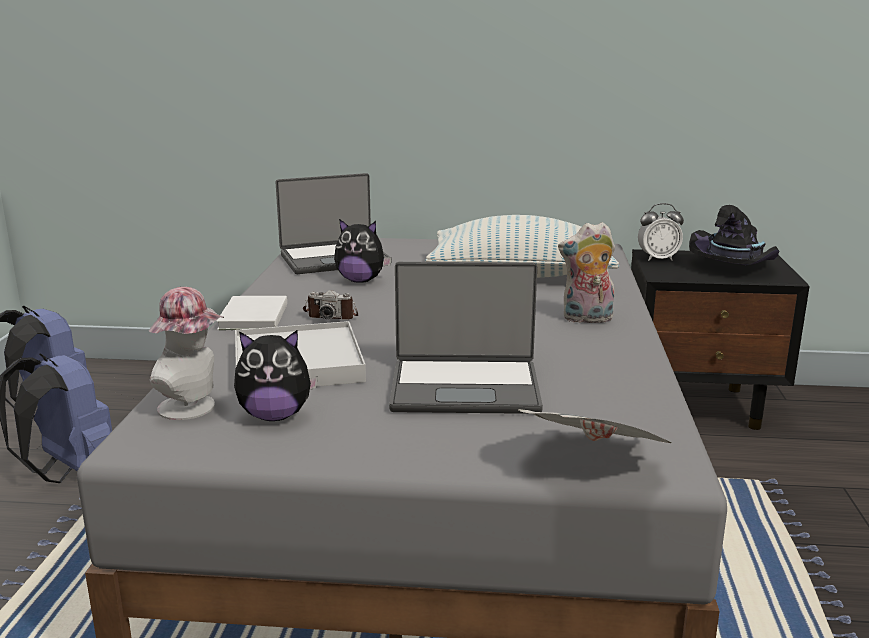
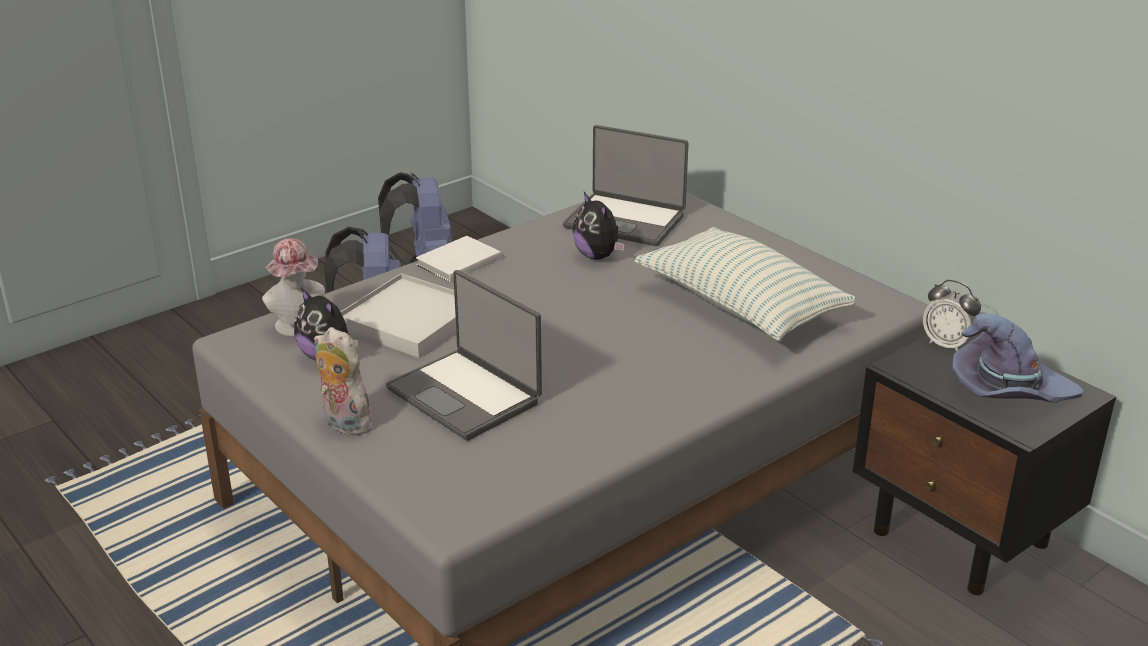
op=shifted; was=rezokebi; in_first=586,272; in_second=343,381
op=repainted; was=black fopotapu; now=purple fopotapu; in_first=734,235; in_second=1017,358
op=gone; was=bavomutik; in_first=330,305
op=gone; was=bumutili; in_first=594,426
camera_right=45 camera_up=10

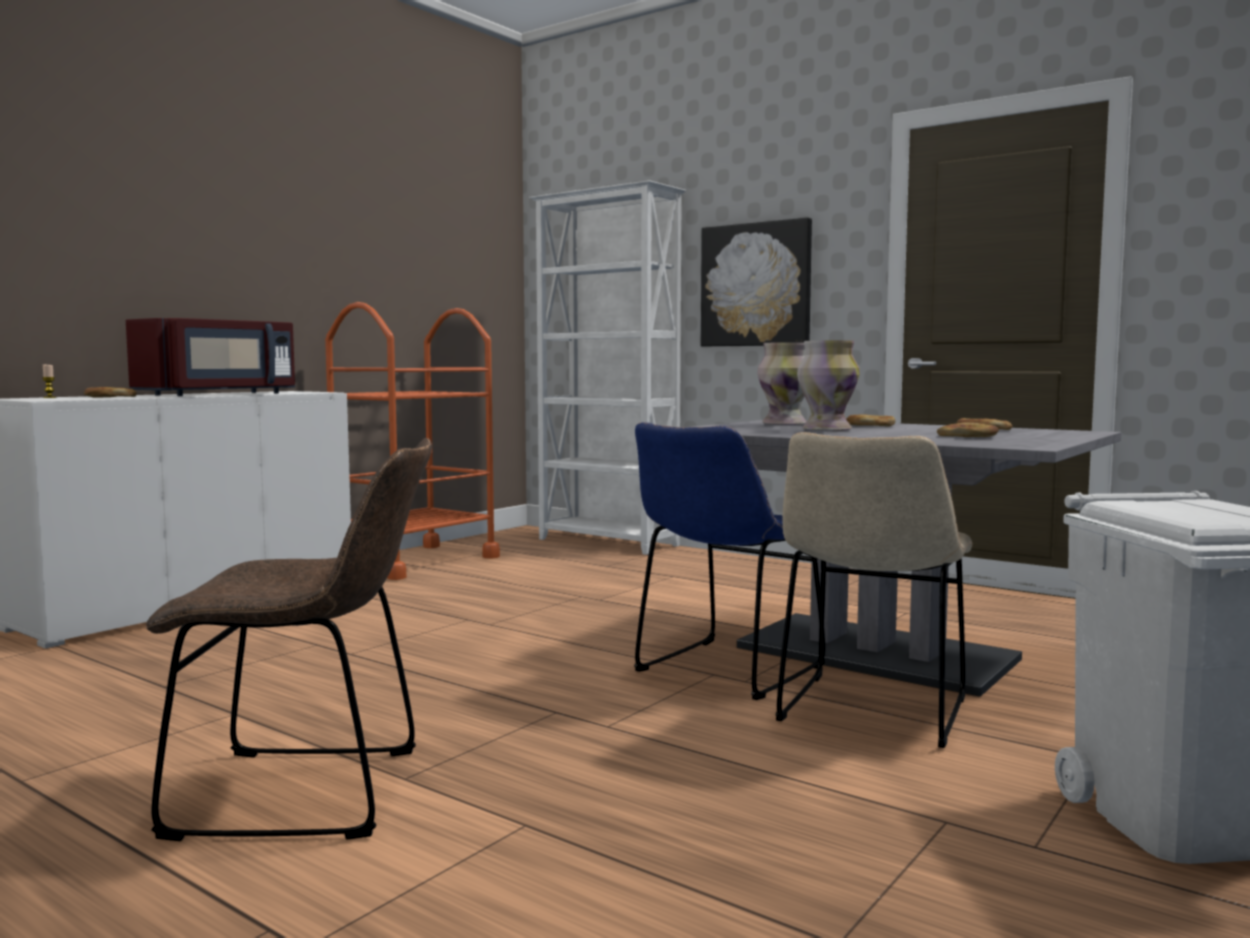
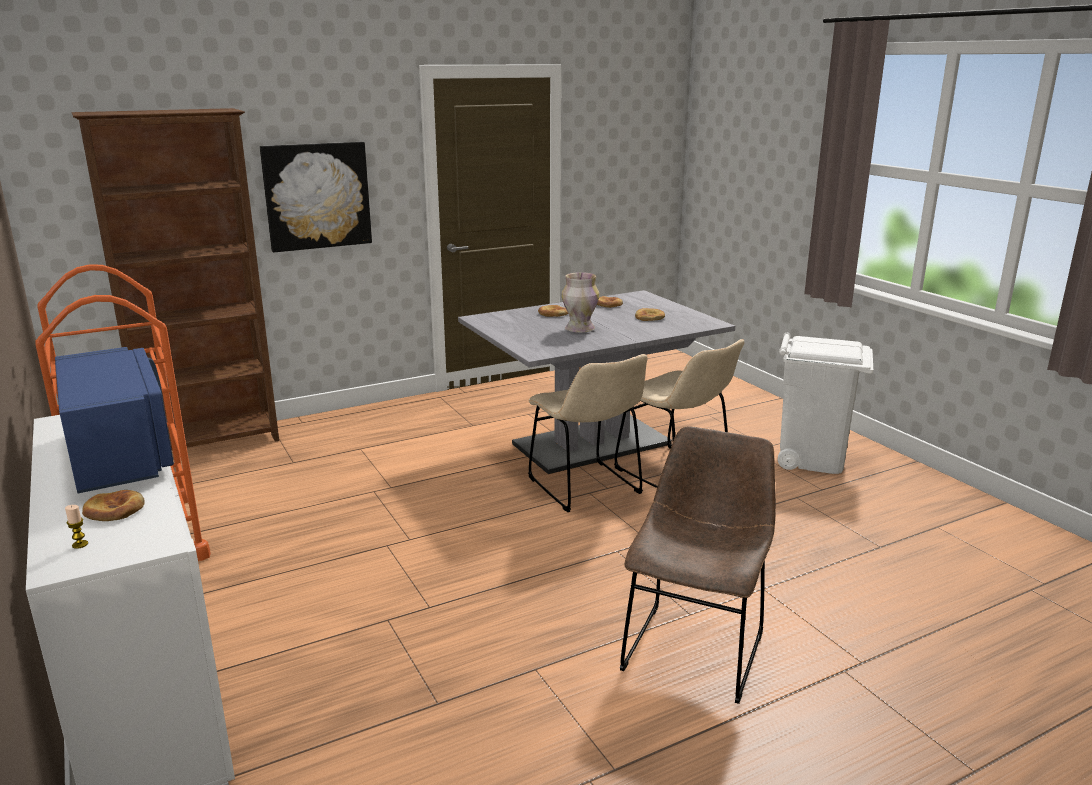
op=repainted; was=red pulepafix; now=blue pulepafix; in_first=210,357; in_second=114,420
op=repainted; was=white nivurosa; now=brown nivurosa; in_first=607,367; in_second=175,279
op=repainted; was=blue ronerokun; now=beige ronerokun; in_first=729,561; in_second=588,433
op=gone; was=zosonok; in_first=782,383
camera_right=-65 camera_up=15

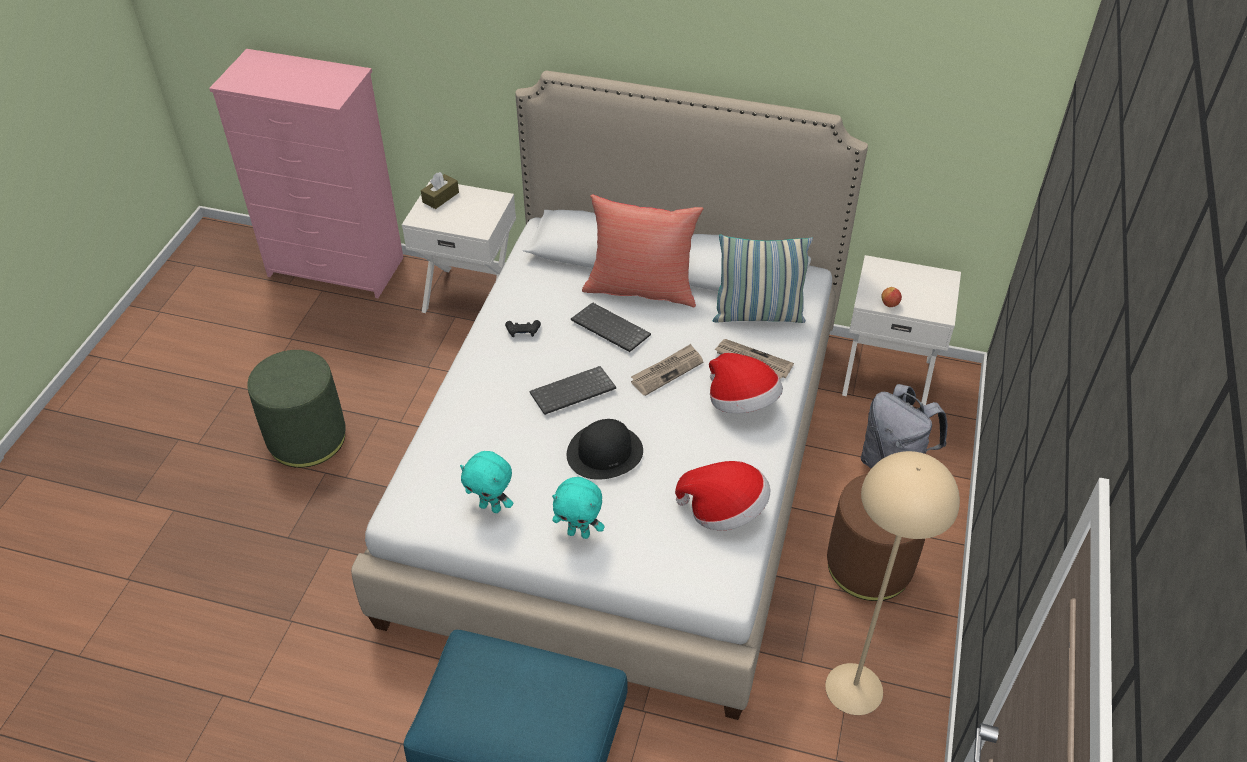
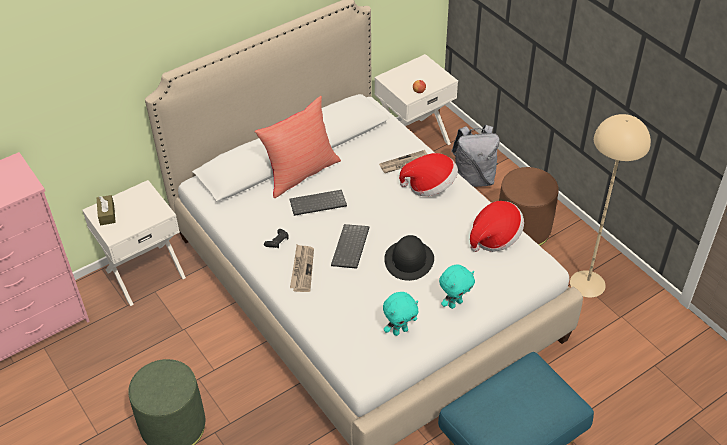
op=shifted; was=bumutili; in_first=667,370; in_second=302,268
op=gone; was=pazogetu; in_first=763,278
camera_right=-50 camera_up=0

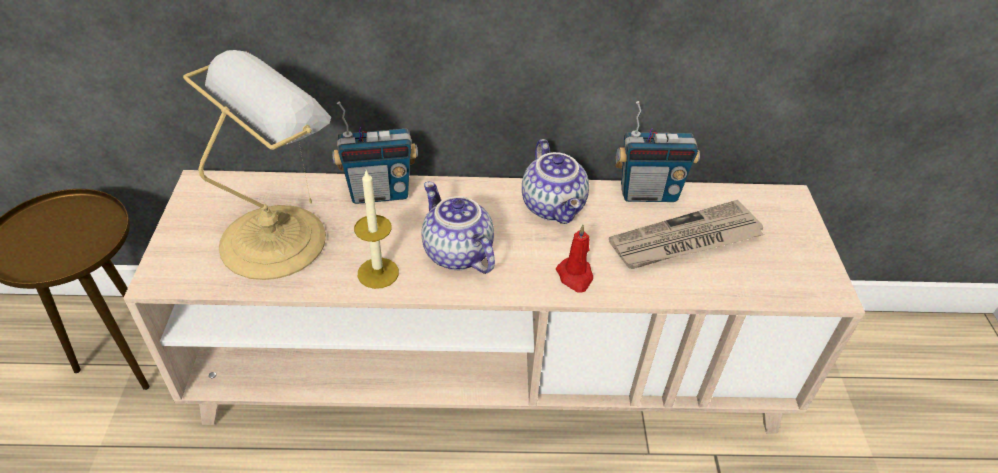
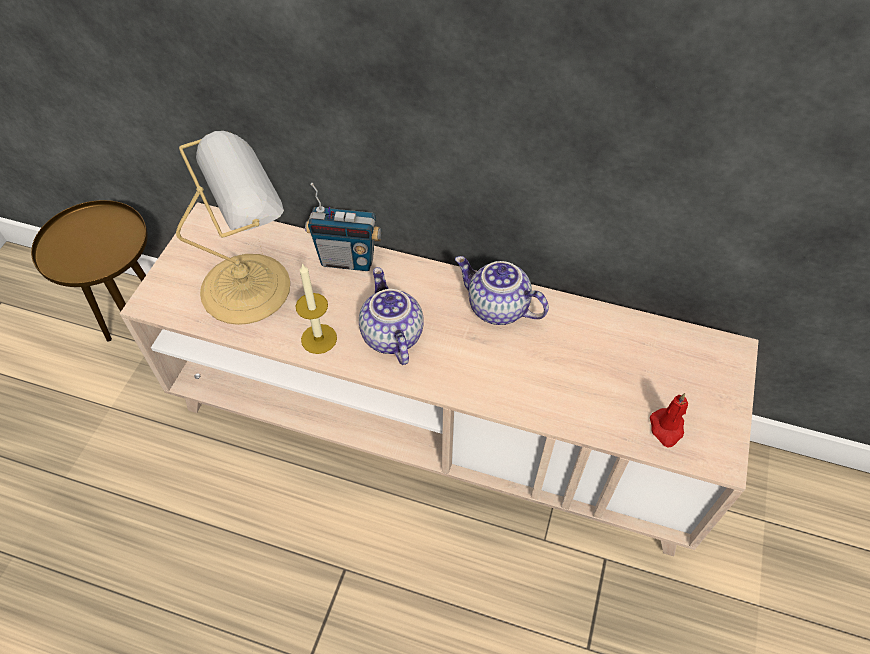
op=rotated; was=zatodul; in_first=555,181; in_second=502,290; clockwise=120
op=shifted; was=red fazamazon; in_first=574,258; in_second=669,420
op=gone; was=bumutili; in_first=686,234
op=gone; was=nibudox; in_first=657,151
camera_right=20 camera_up=10

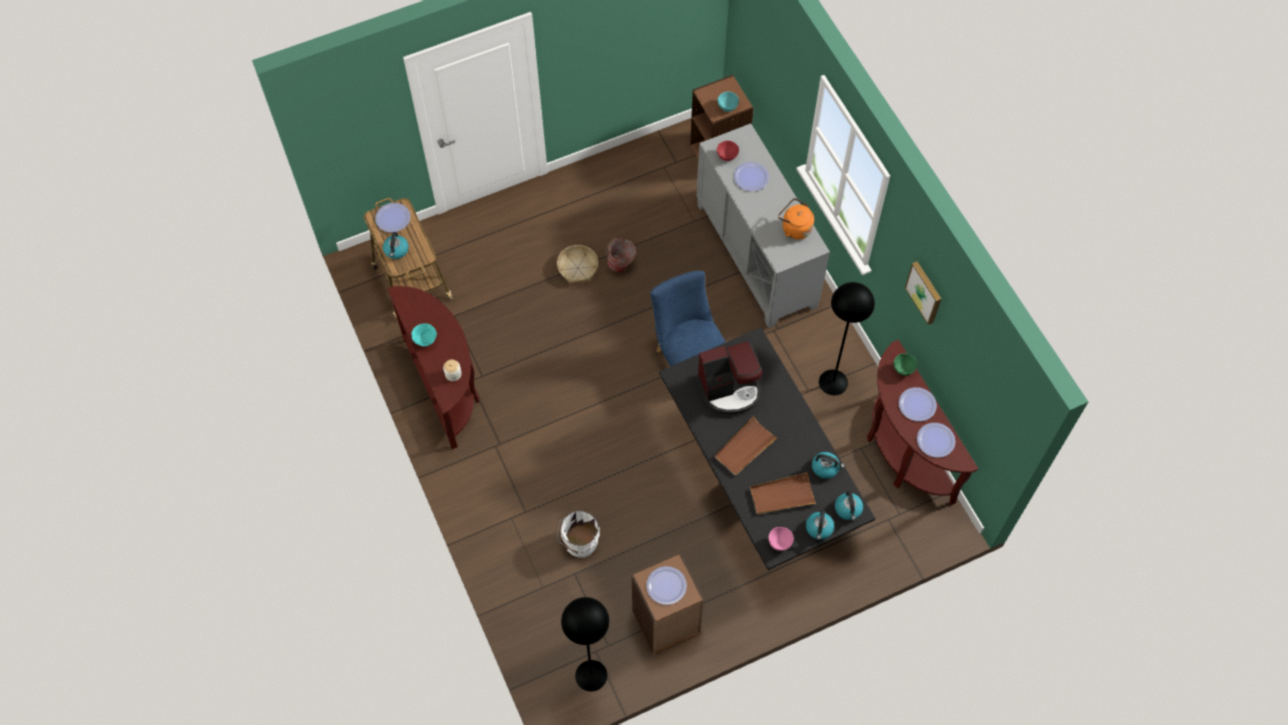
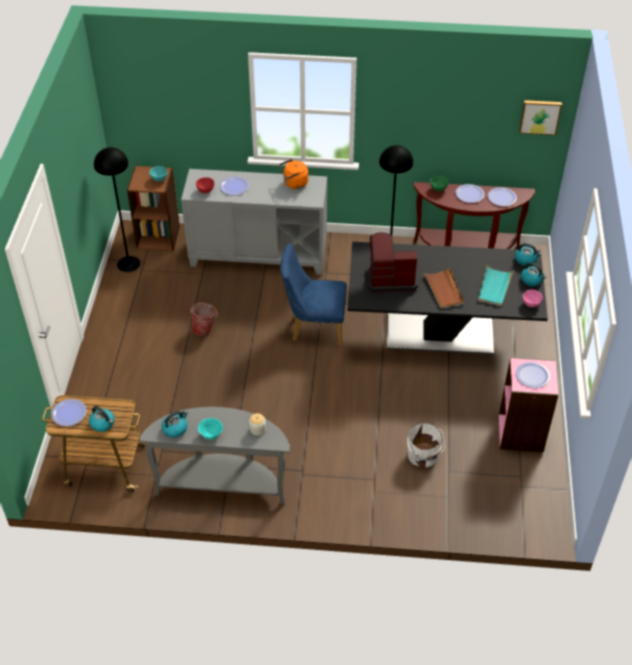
op=shifted; was=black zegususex; in_first=585,644; in_second=117,209
op=repainted; was=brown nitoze; now=grey nitoze; in_first=433,367; in_second=214,456
op=shifted; was=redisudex; in_first=828,465; in_second=175,424
op=rotated; was=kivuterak; in_first=728,377; in_second=392,262; clockwise=-105
op=repainted; was=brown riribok; now=turquoise riribok; in_first=783,493; in_second=495,286
op=repainted; was=brown nivurosa; now=pink nivurosa; in_first=668,604; in_second=529,404
op=shifted; was=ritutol; in_first=923,293; in_second=540,117
op=gone; was=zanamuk; in_first=577,264
camera_right=-60 camera_up=-15

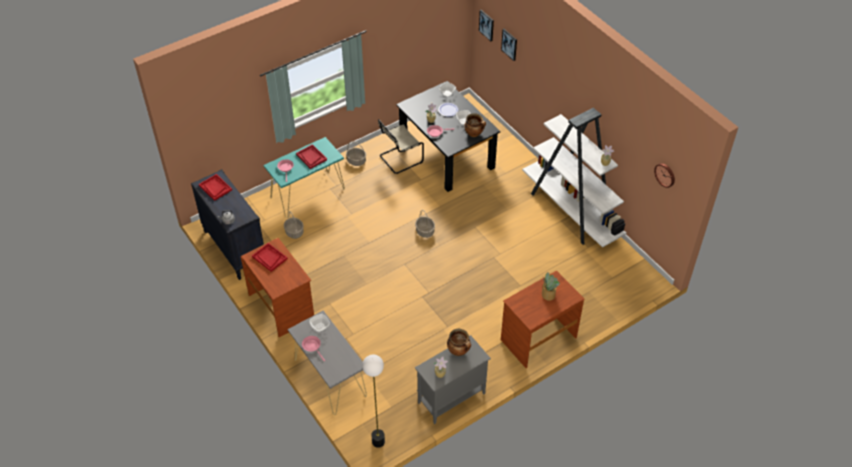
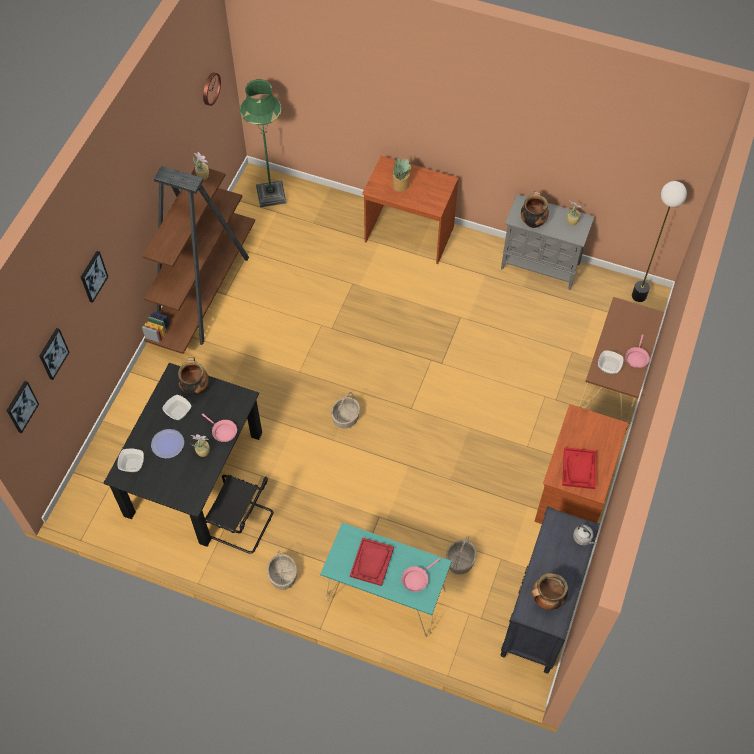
op=new; now=ritutol; in_second=94,277
op=repainted; was=white nivurosa; now=brown nivurosa; in_first=574,178; in_second=198,260
op=repainted; was=beige ronerokun; now=black ronerokun; in_first=401,146; in_second=239,514
op=new; now=green zegususex; in_second=263,143
op=swapped; was=red riribok; now=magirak; in_first=215,187; in_second=549,591
op=repainted; was=grey nitoze; now=brown nitoze; in_first=327,363; in_second=621,359
camera_right=-125 camera_up=10

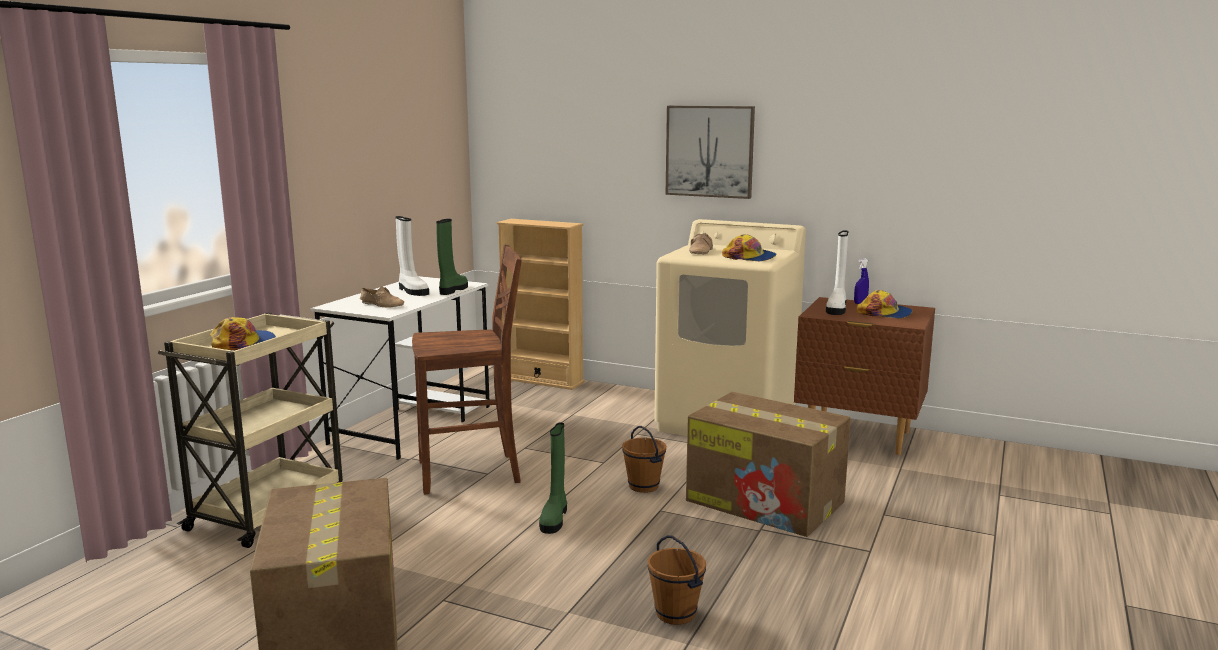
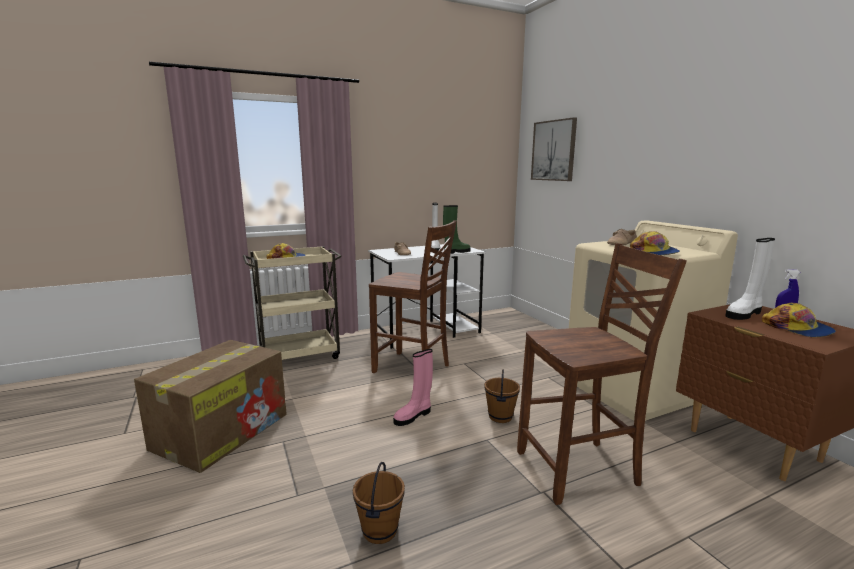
op=repainted; was=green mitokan; now=pink mitokan; in_first=553,478; in_second=413,387
op=swapped; was=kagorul; now=brown ronerokun; in_first=768,464; in_second=602,374
op=shifted; was=ritutol; in_first=710,152; in_second=554,149
op=gone; was=beige nivurosa; in_first=540,304
camera_right=40 camera_up=0

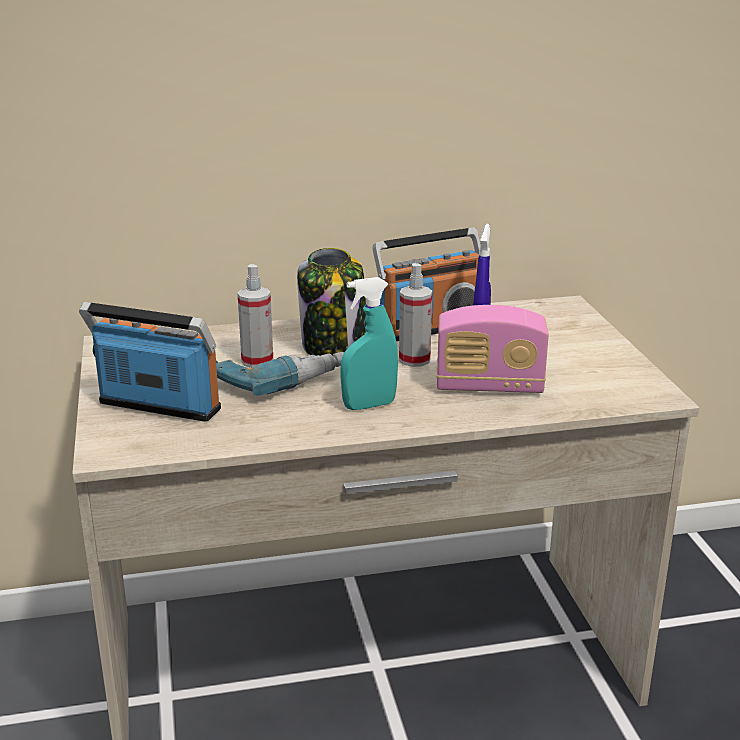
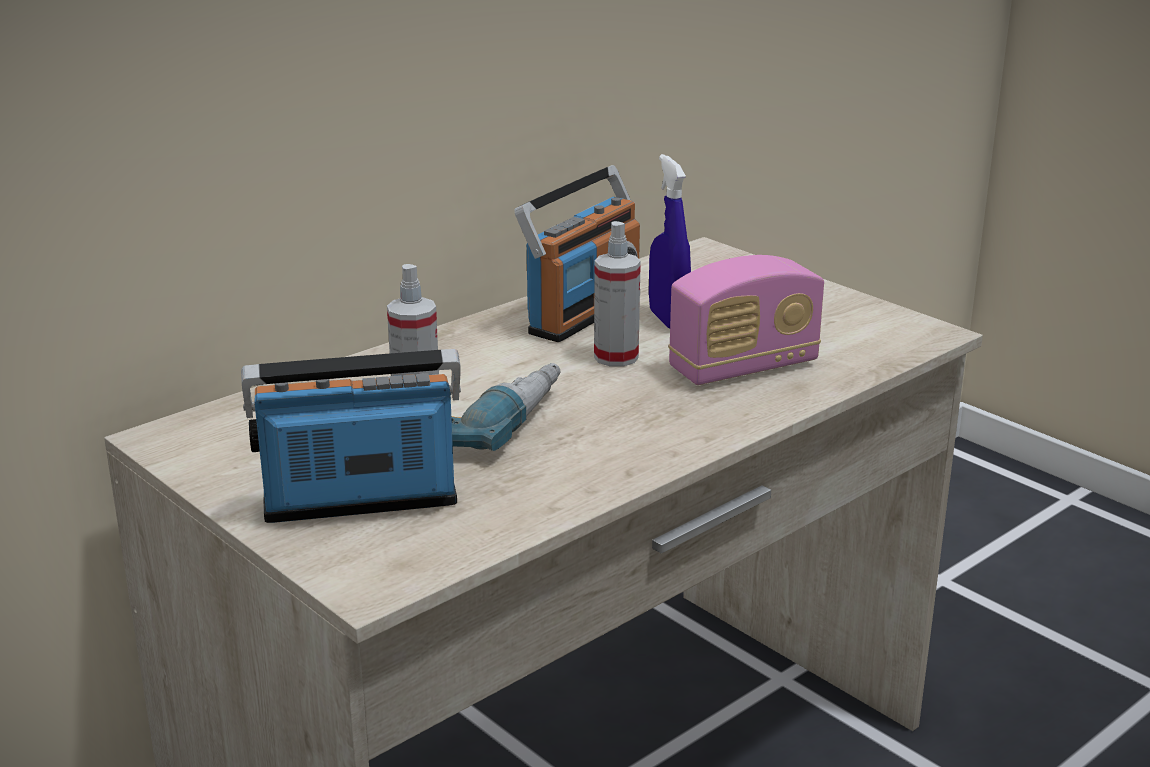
op=gone; was=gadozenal; in_first=331,302
op=gone; was=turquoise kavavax; in_first=369,343
camera_right=-30 camera_up=0

